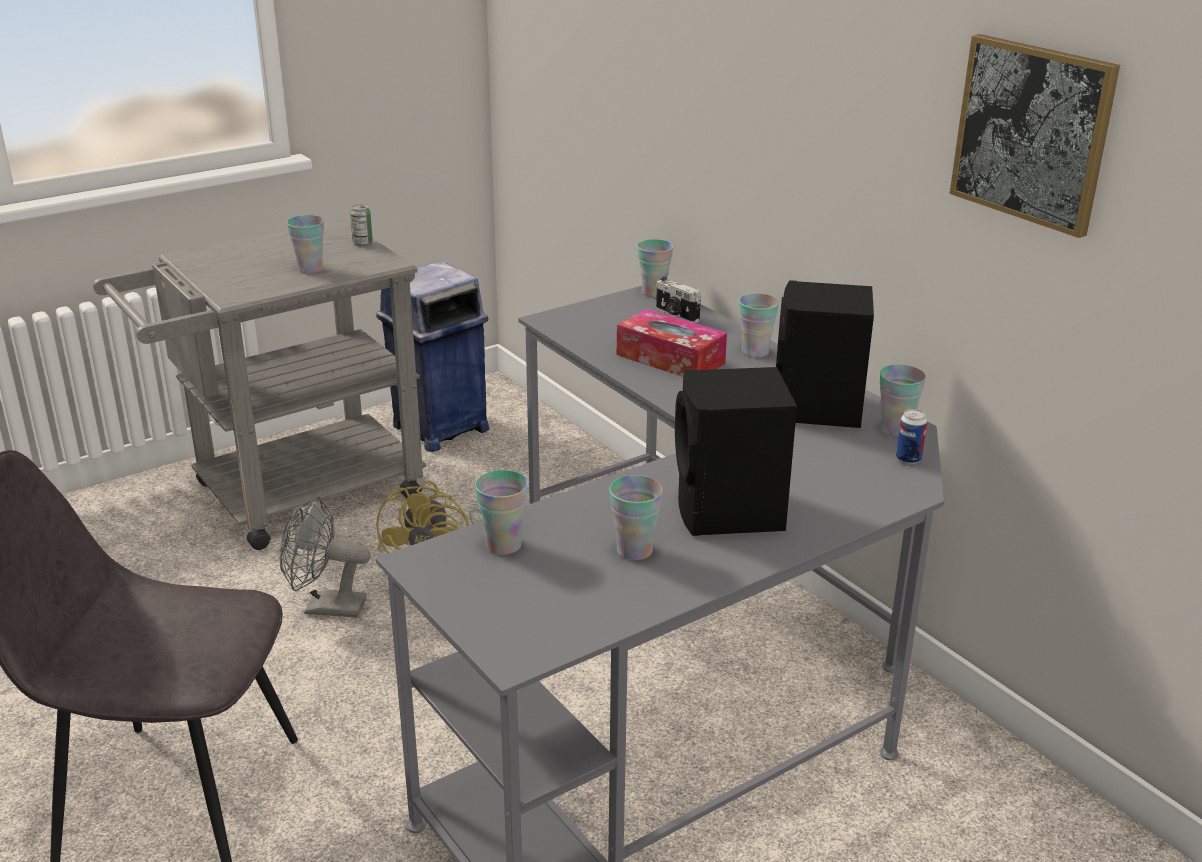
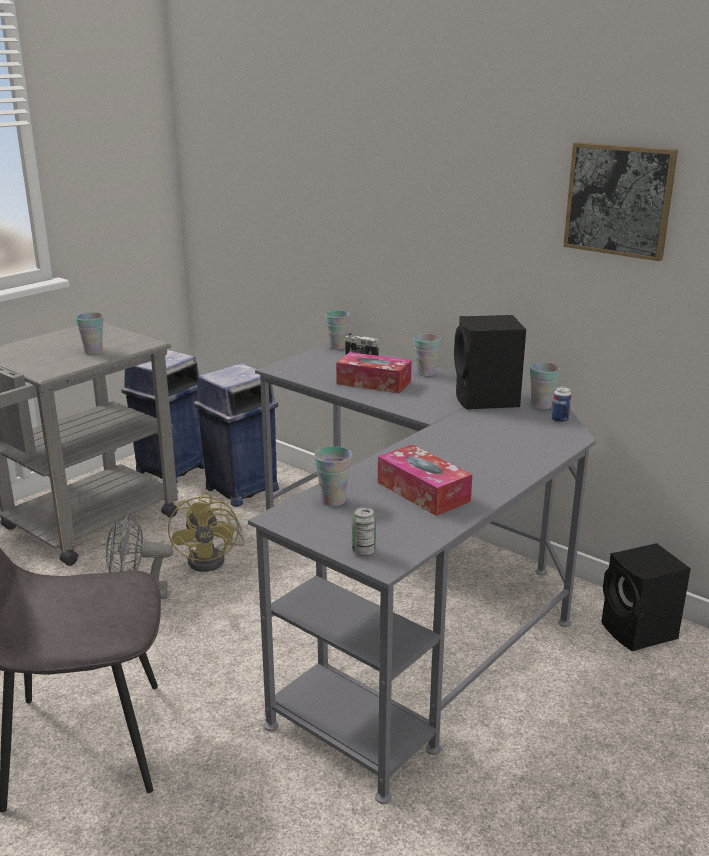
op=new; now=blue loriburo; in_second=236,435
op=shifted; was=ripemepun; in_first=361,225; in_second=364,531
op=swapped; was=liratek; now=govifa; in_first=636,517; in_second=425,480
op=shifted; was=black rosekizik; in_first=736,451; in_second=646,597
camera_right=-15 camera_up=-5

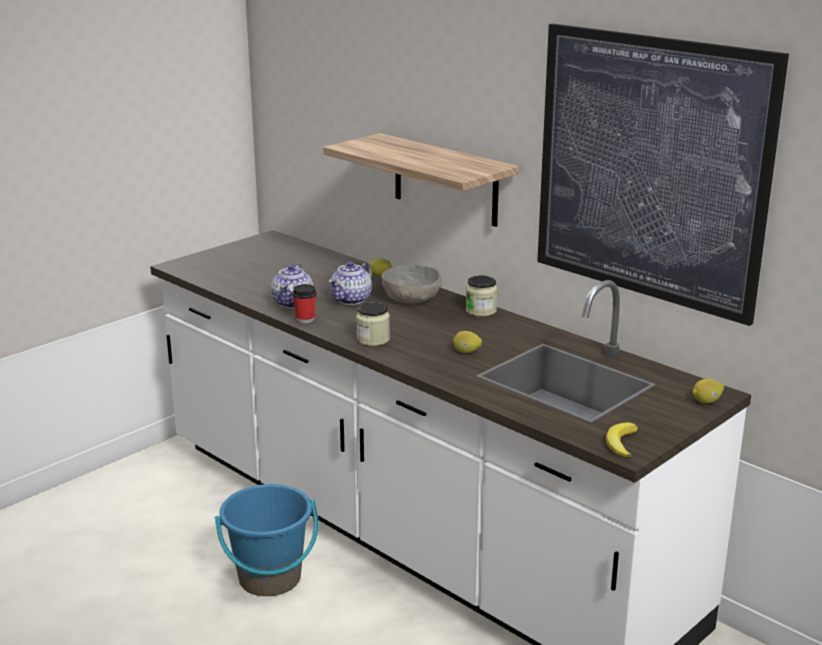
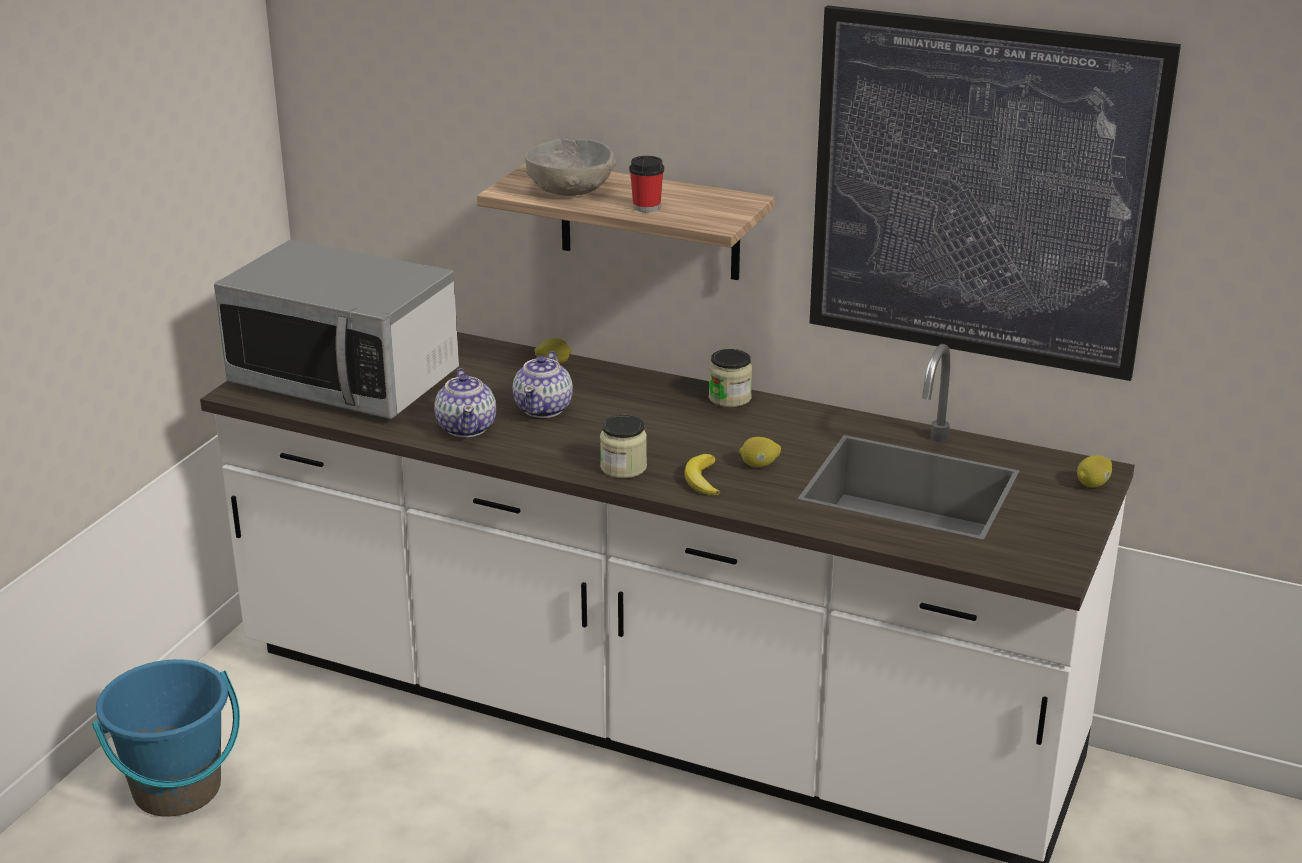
op=shifted; was=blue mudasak; in_first=267,540; in_second=166,738
op=new; now=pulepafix; in_second=336,329
op=shifted; was=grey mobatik; in_first=412,284; in_second=570,167
op=shifted; was=liratek; in_first=304,303; in_second=646,184
op=shifted; was=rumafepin; in_first=622,440; in_second=702,474
camera_right=-20 camera_up=5

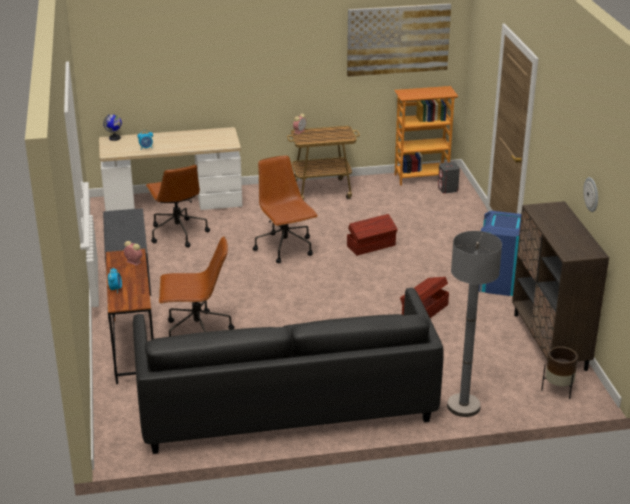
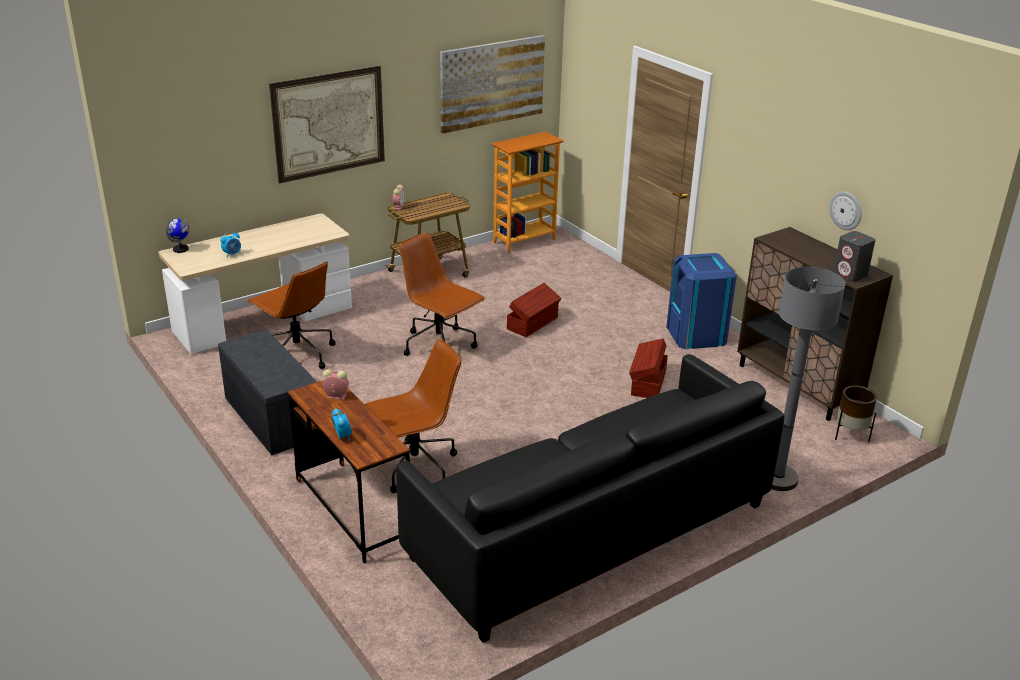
op=new; now=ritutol; in_second=327,125
op=shifted; was=grey rosekizik; in_first=449,177; in_second=854,256
camera_right=-25 camera_up=0

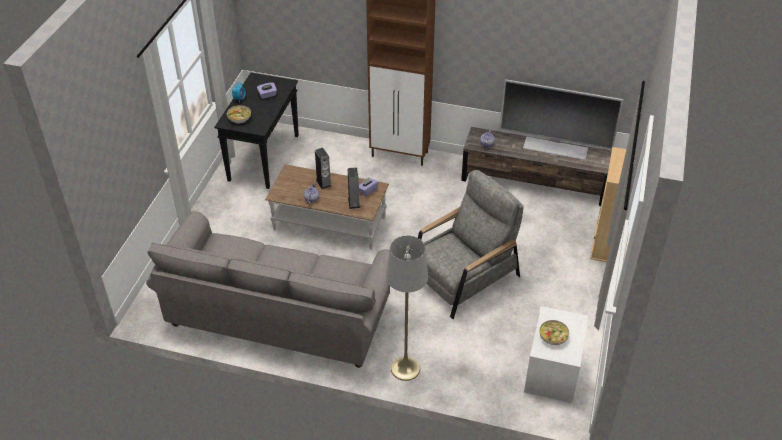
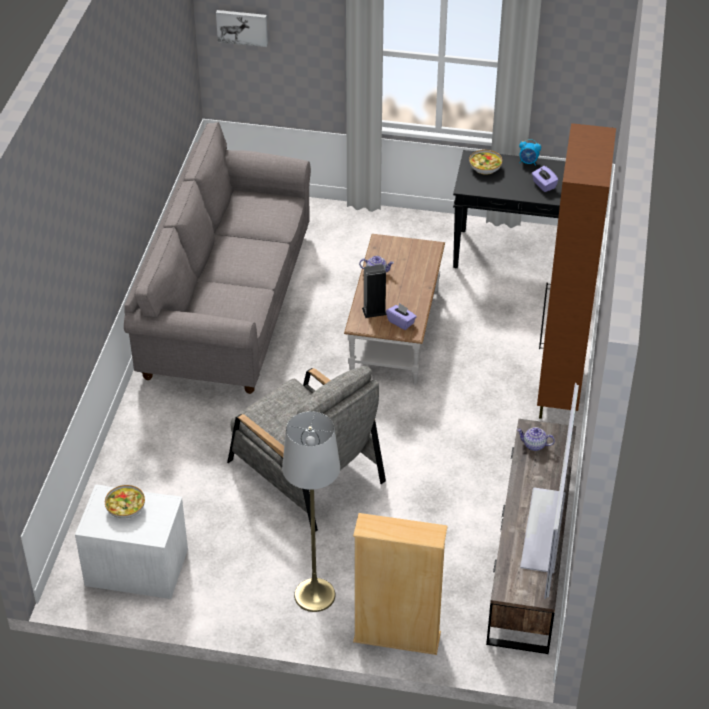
op=new; now=ritutol; in_second=242,28
op=shifted; was=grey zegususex; in_first=407,308; in_second=311,511
op=gone; was=rosekizik; in_first=323,168
camera_right=85 camera_up=0

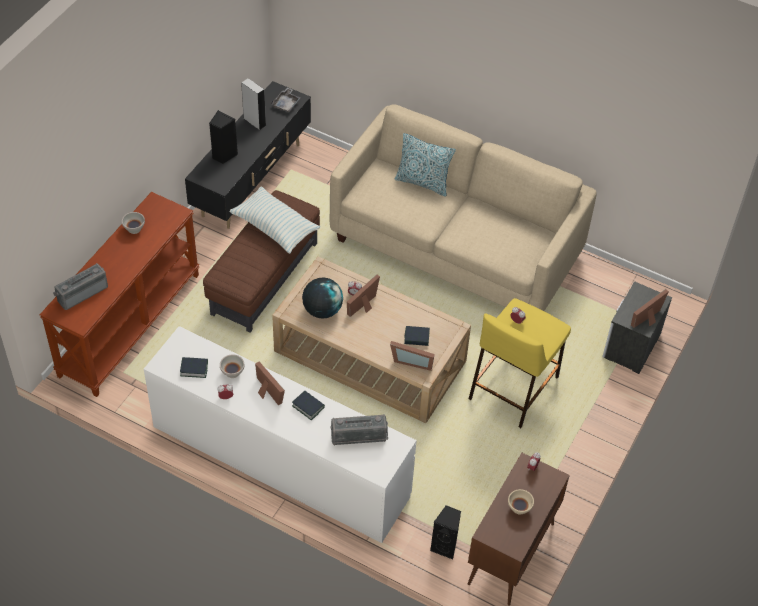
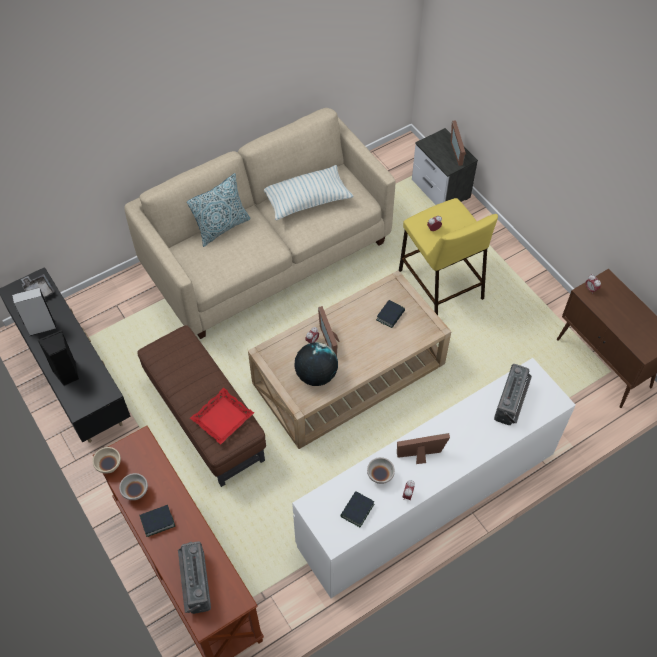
op=shifted; was=beige mobatik; in_first=521,502; in_second=107,460
op=shifted; was=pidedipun; in_first=308,405; in_second=157,521
op=new; now=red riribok; in_second=222,416
op=shifted; was=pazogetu; in_first=274,220; in_second=309,193
op=gone; was=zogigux; in_first=412,356
op=gone; was=black rosekizik; in_first=445,532
camera_right=-60 camera_up=5

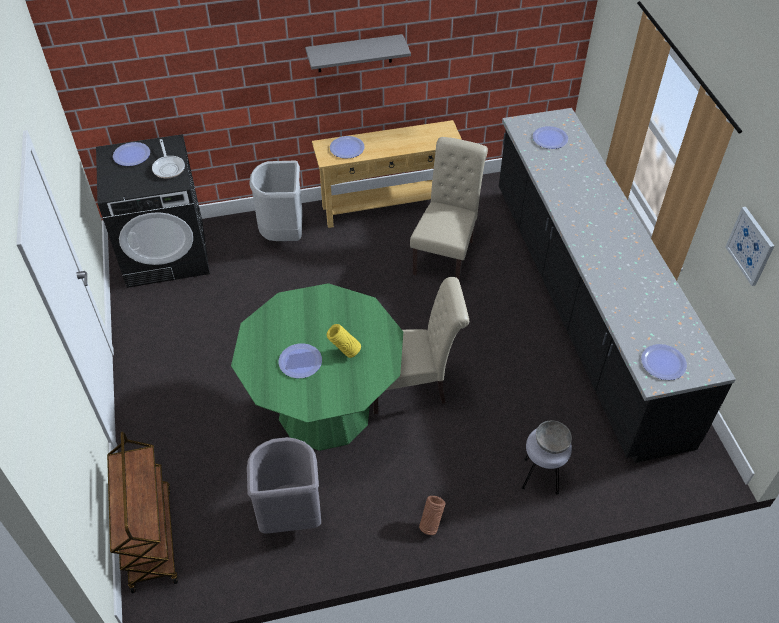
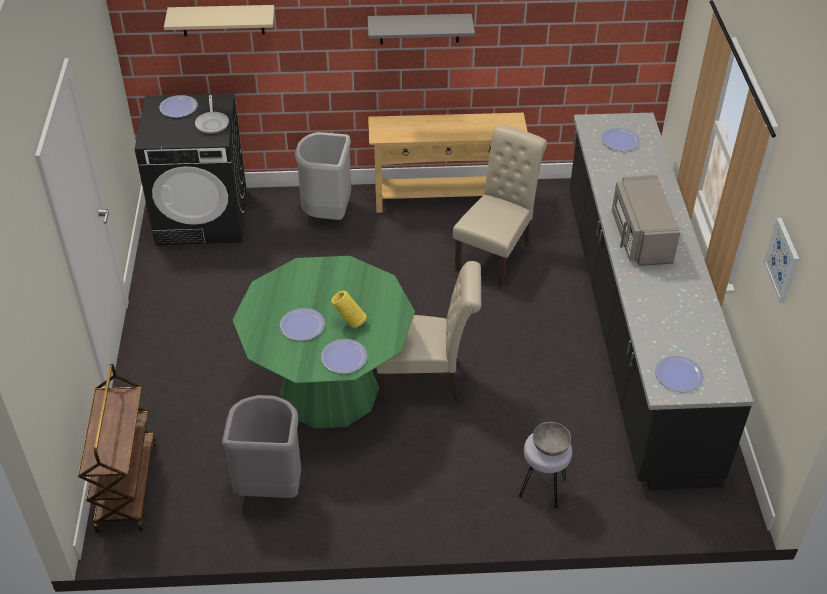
op=new; now=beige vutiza; in_second=219,20
op=shifted; was=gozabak; in_first=347,147; in_second=344,356
op=new; now=grey pulepafix; in_second=646,220
op=gone; was=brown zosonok; in_first=432,515
camera_right=10 camera_up=-5

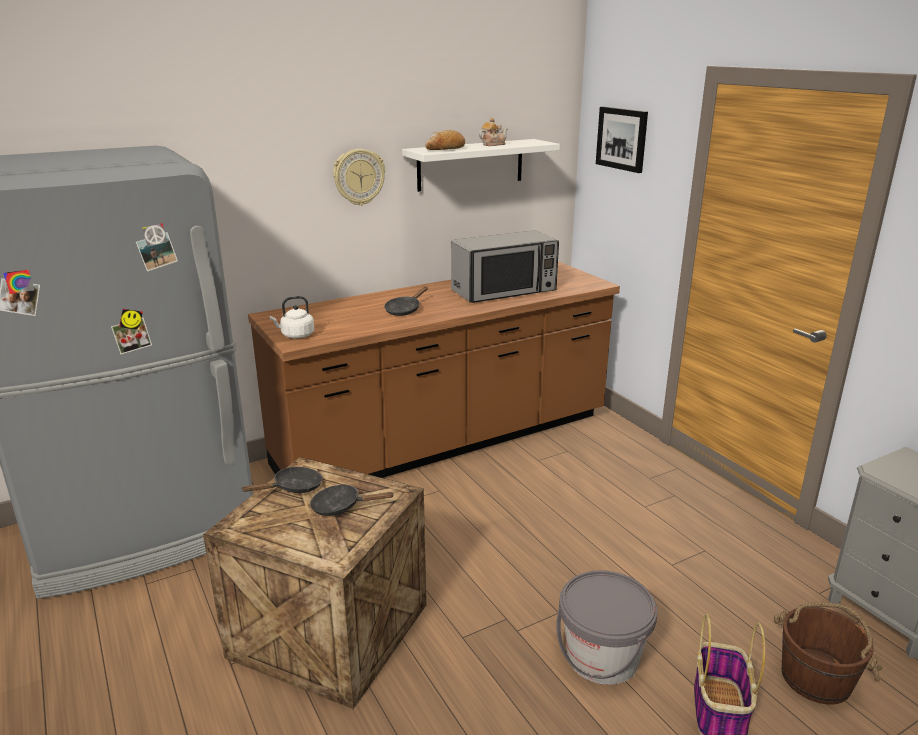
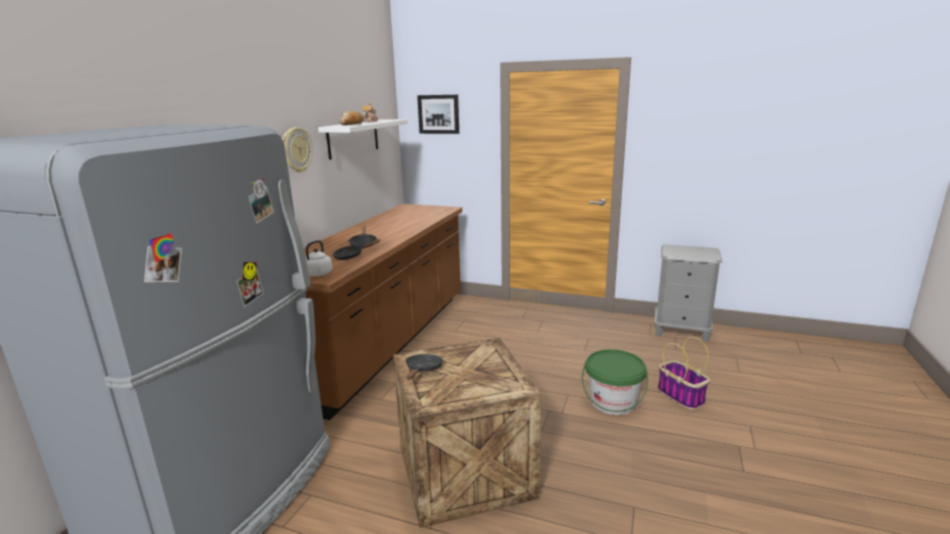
op=shifted; was=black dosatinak; in_first=351,500; in_second=356,249
op=repainted; was=grey mudasak; now=green mudasak; in_first=606,627; in_second=615,382
op=gone; was=pulepafix; in_first=505,267
op=gone; was=brown mudasak; in_first=827,654
camera_right=-40 camera_up=-5

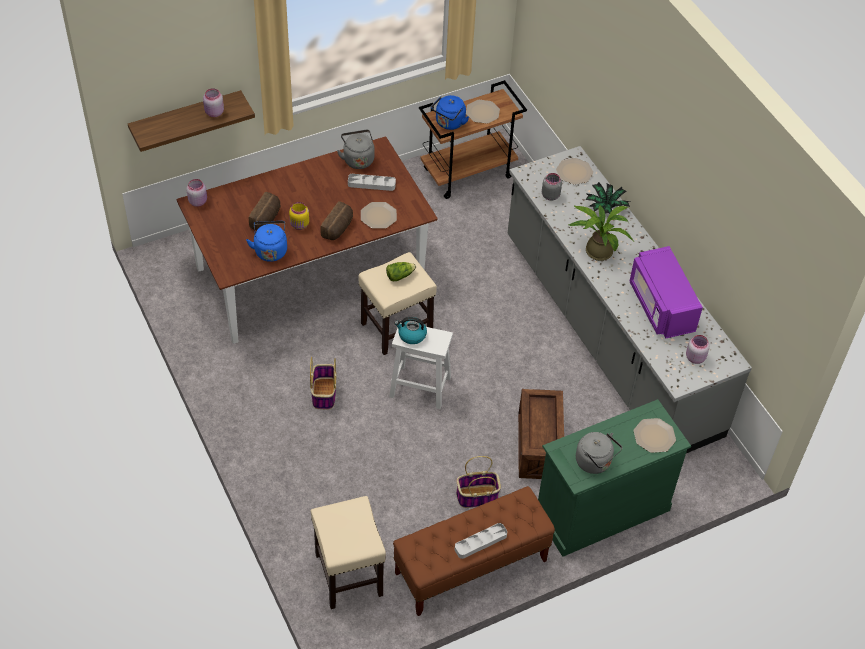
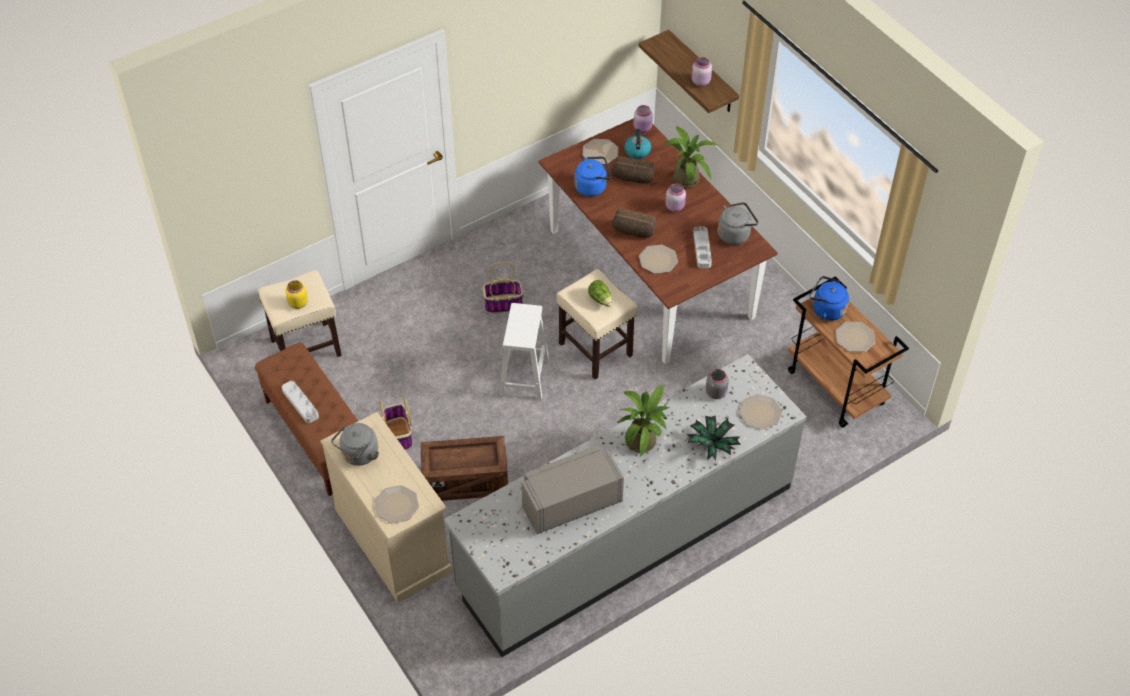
op=shifted; was=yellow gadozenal; in_first=299,216; in_second=296,294
op=repainted; was=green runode; now=beige runode; in_first=614,478; in_second=386,507
op=repainted; was=purple pulepafix; now=grey pulepafix; in_first=666,292; in_second=573,489
op=new; now=gozabak; in_second=600,151
op=shifted; was=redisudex; in_first=410,330; in_second=637,143
op=new; now=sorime; in_second=690,157
op=shifted; was=pink gadozenal; in_first=698,349; in_second=676,198
camera_right=85 camera_up=0

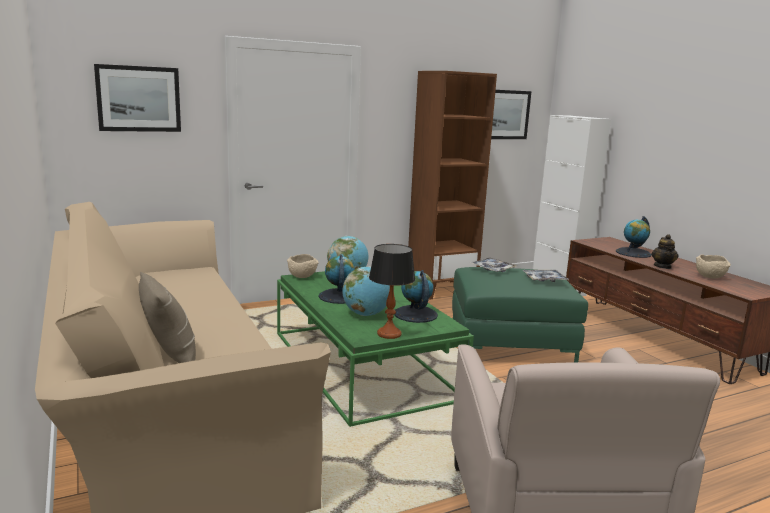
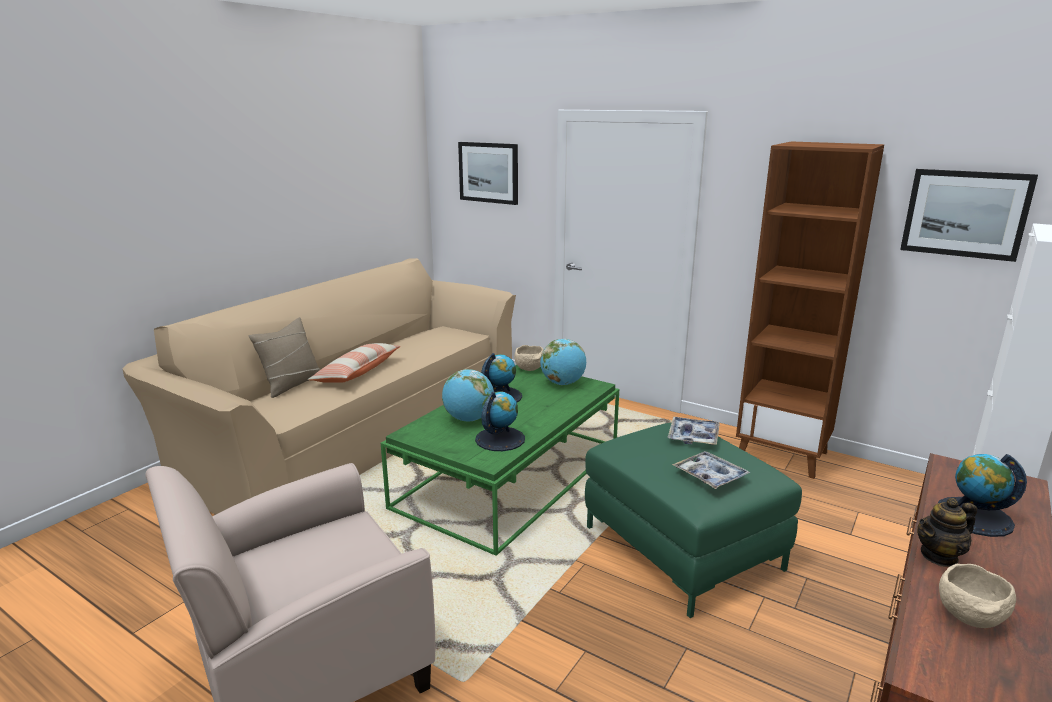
op=new; now=pazogetu; in_second=354,363
op=gone; was=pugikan; in_first=392,291
camera_right=60 camera_up=5

